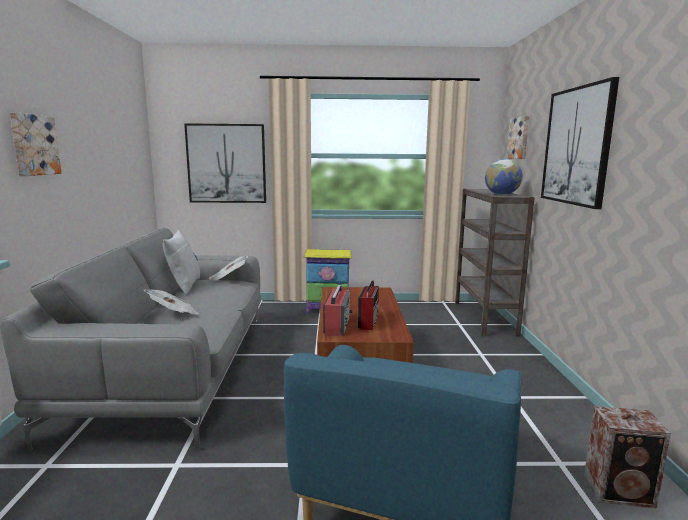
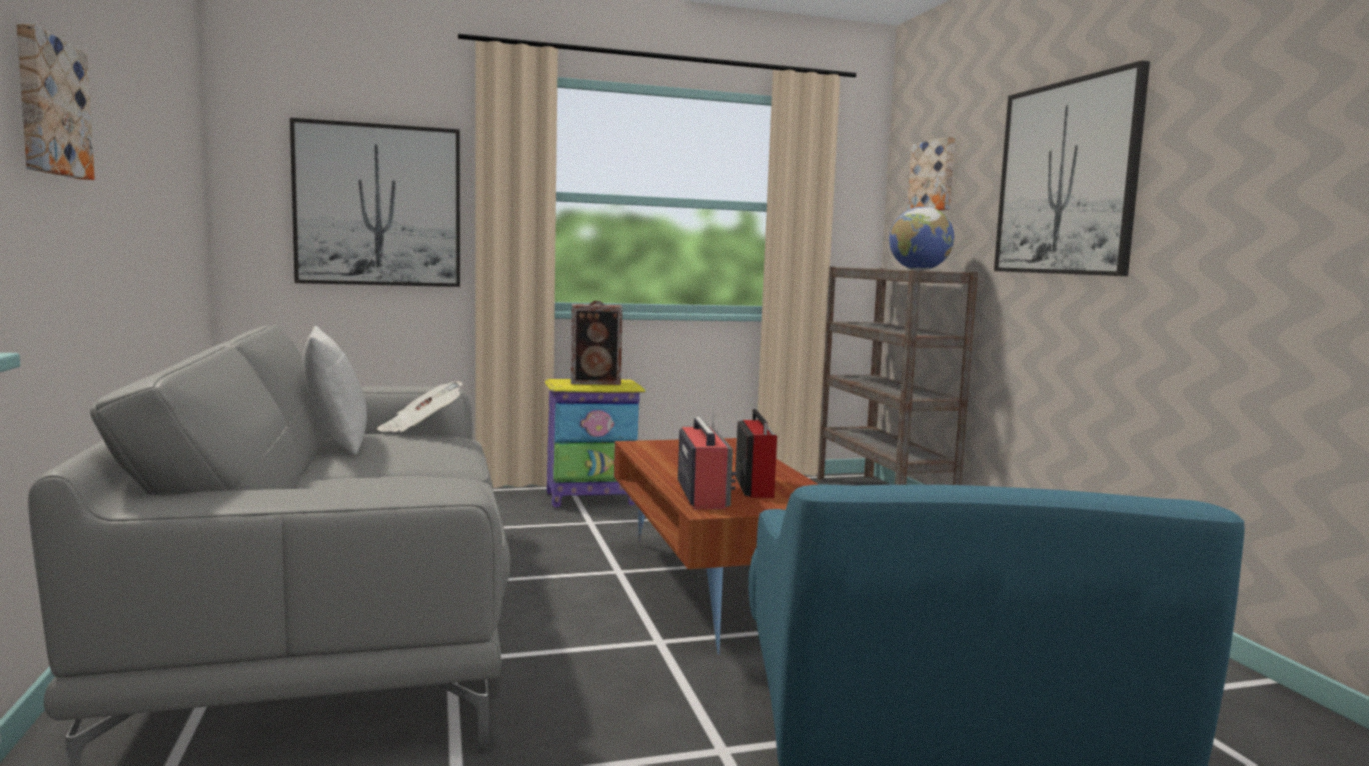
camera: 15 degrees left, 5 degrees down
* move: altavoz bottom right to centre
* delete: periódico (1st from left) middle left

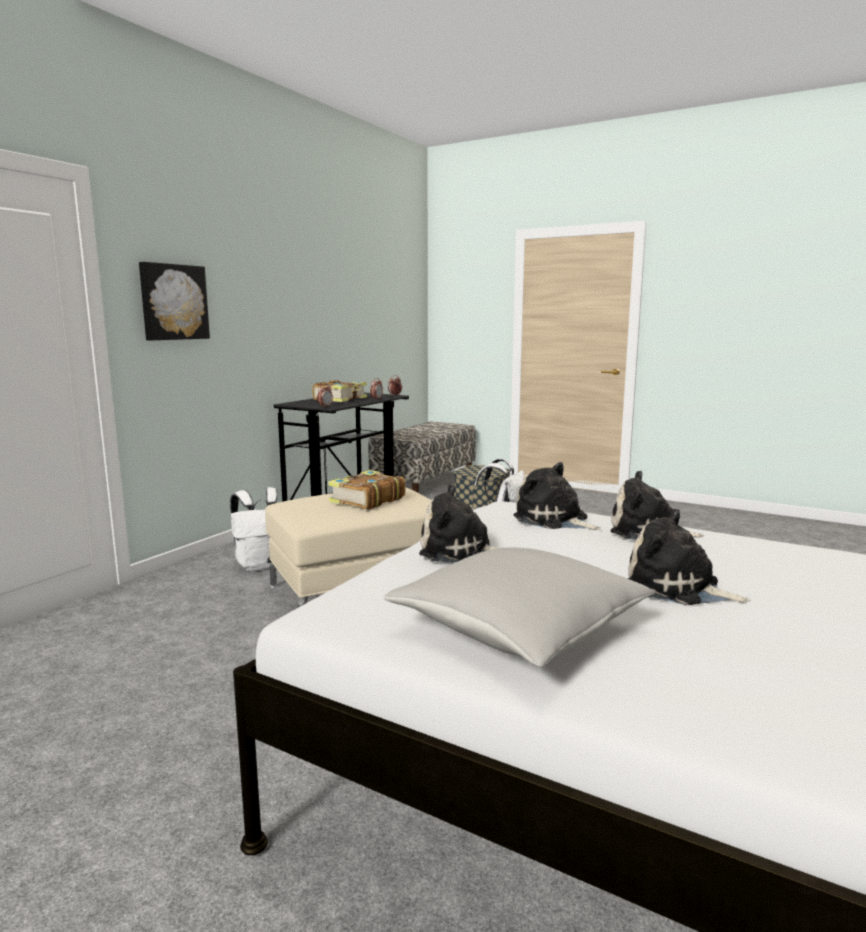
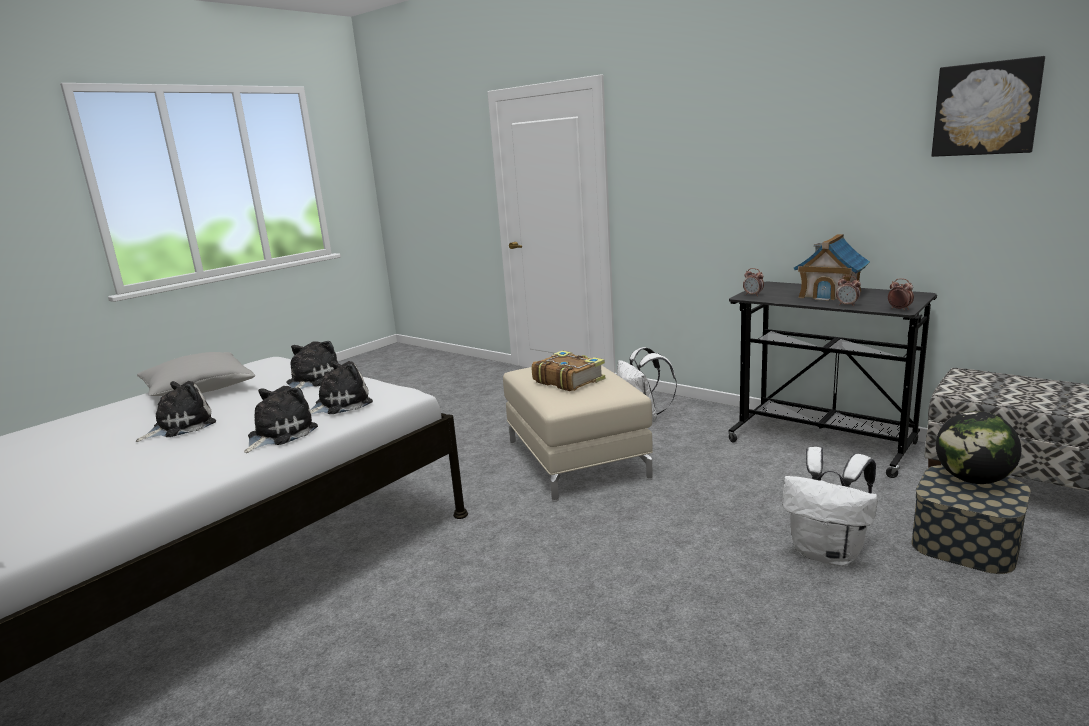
camera: 100 degrees right, 5 degrees up
* replace: libro (1st from left) centre to casita middle right
* move: cuadro top left to top right
* insert: globo terráqueo middle right

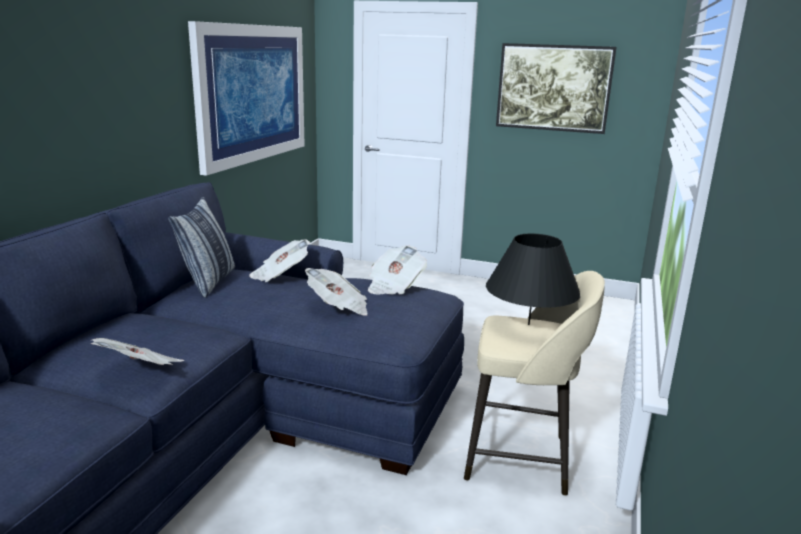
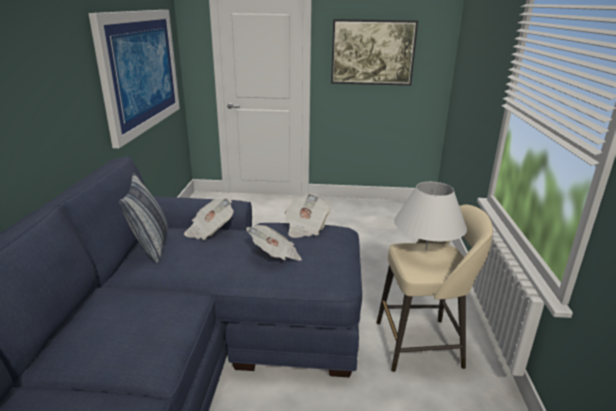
camera: 15 degrees left, 5 degrees up
* recolor: lámpara de mesa (negro) centre to lámpara de mesa (blanco) middle right
* delete: periódico (1st from left) middle left

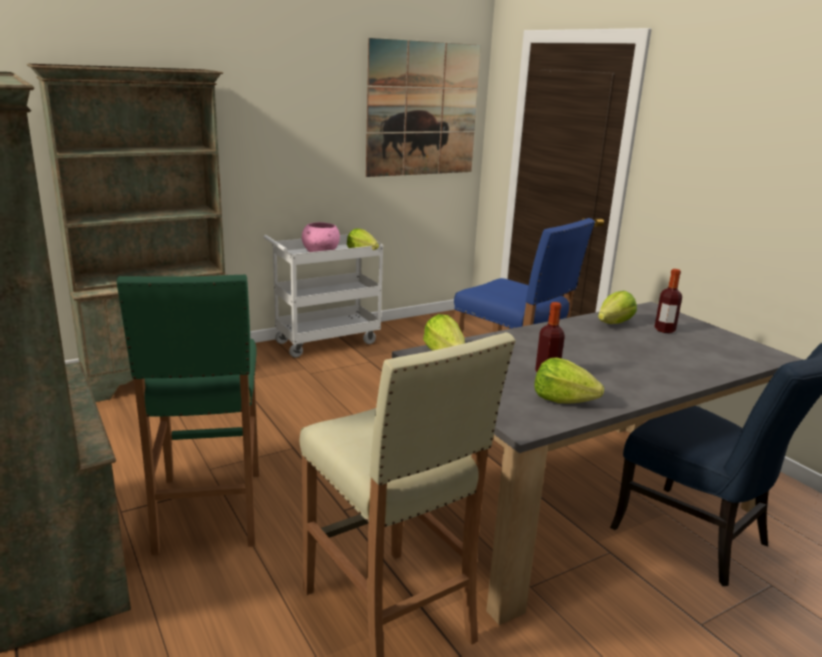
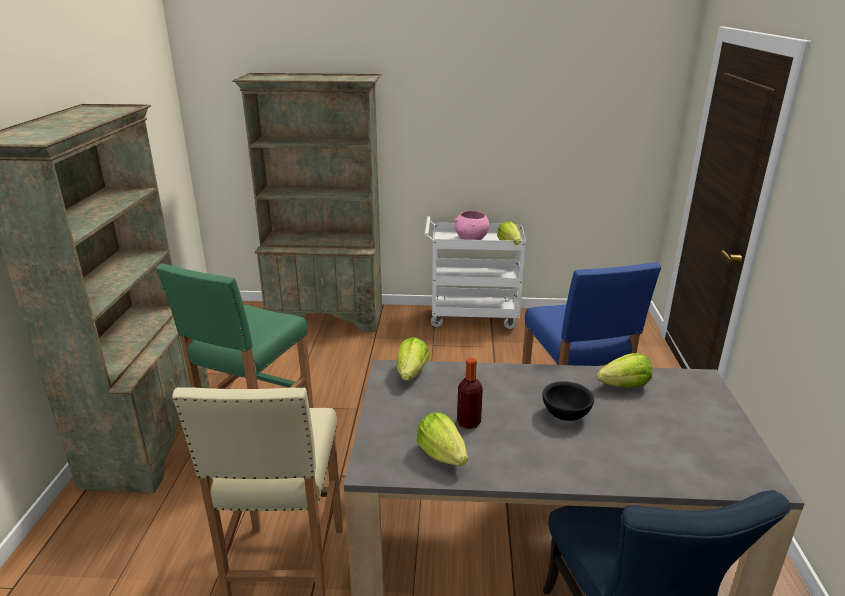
camera: 35 degrees right, 5 degrees up
* insert: cuenco (negro) bottom right
* delete: cuadro top centre
* delete: botella (2nd from left) middle right

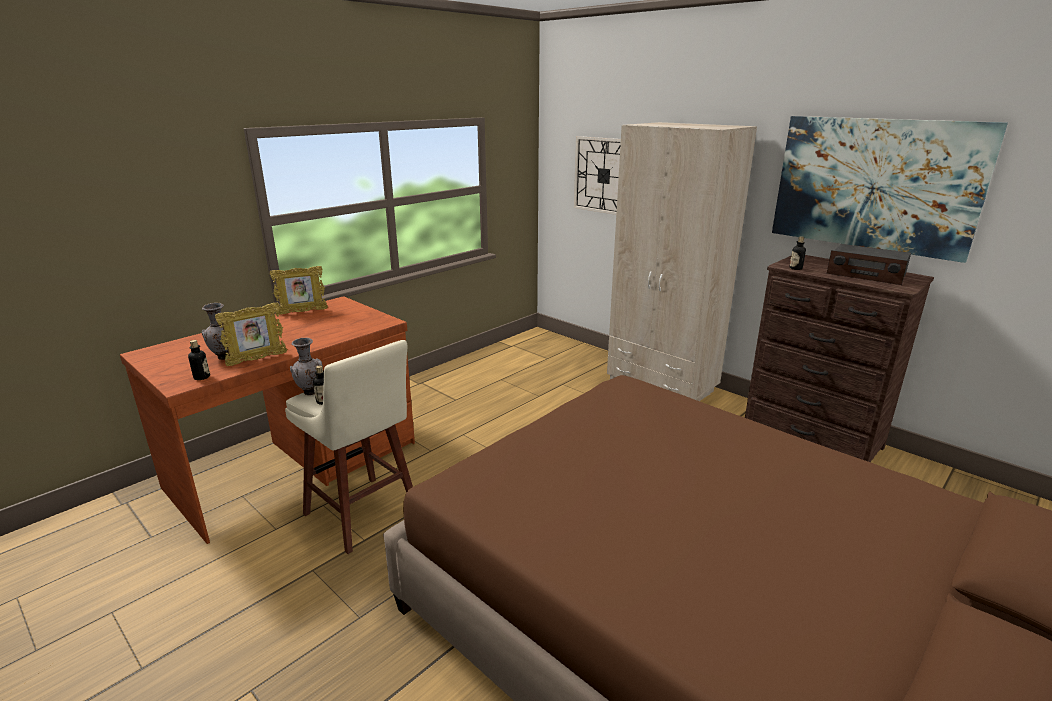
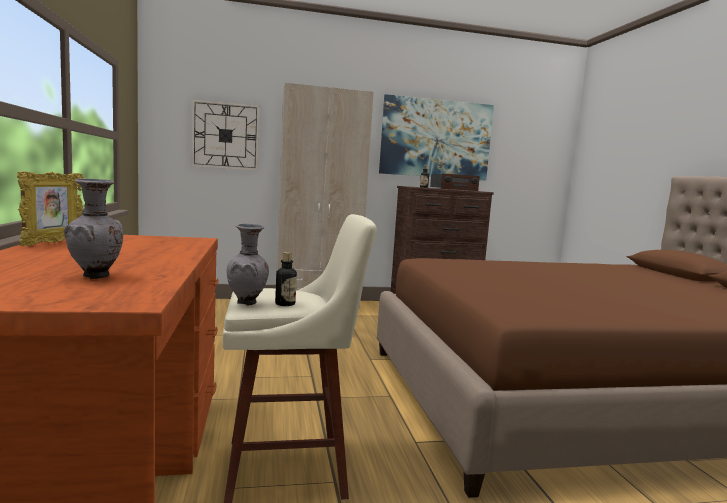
camera: 55 degrees left, 15 degrees down
* delete: botella (1st from left) middle left
* delete: portarretratos (1st from left) middle left

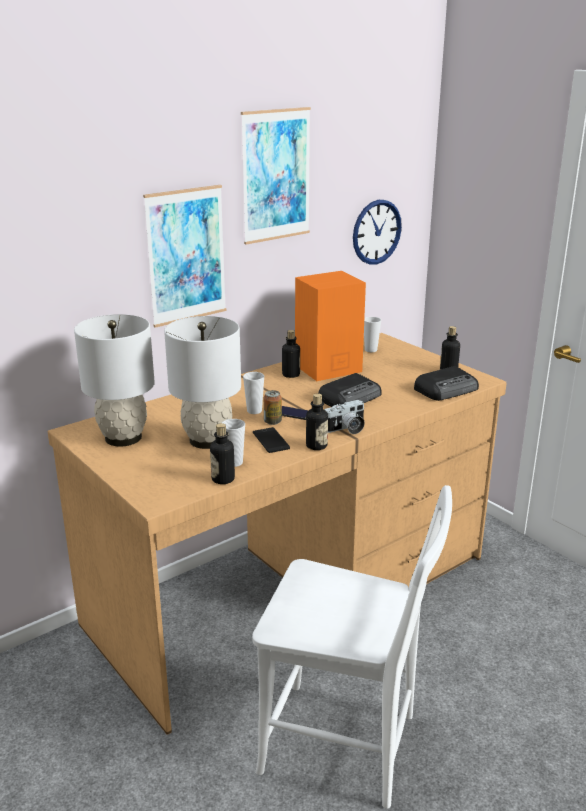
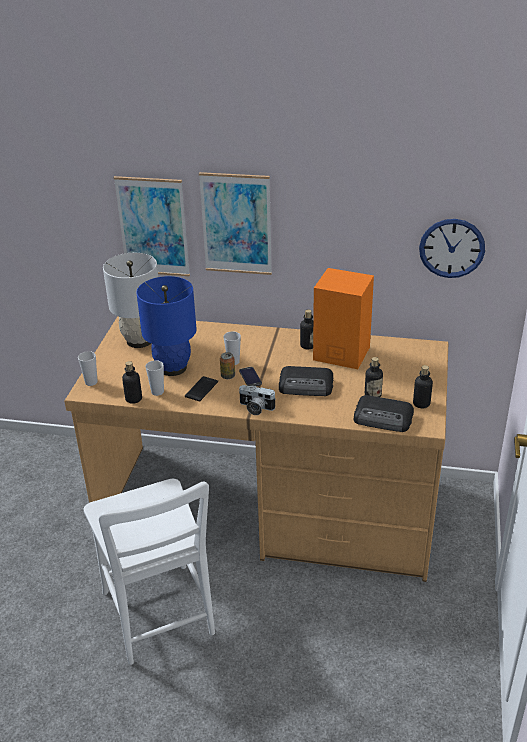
camera: 50 degrees right, 10 degrees up
* move: taza (3rd from left in the first image) centre to taza (1st from left) middle left
* move: cuadro (2nd from left in the first image) top centre to cuadro (1st from left) top left
* recolor: lámpara de mesa (blanco) (2nd from left) centre to lámpara de mesa (azul) middle left
* move: botella (3rd from left) centre to middle right

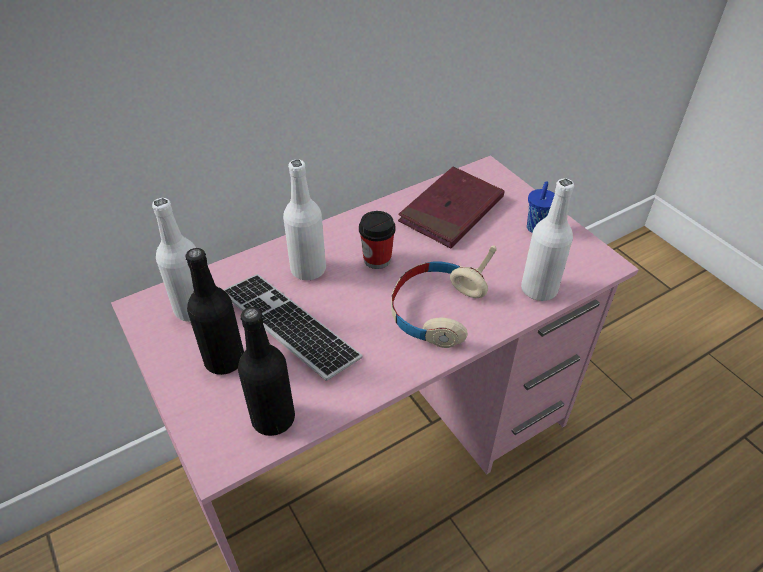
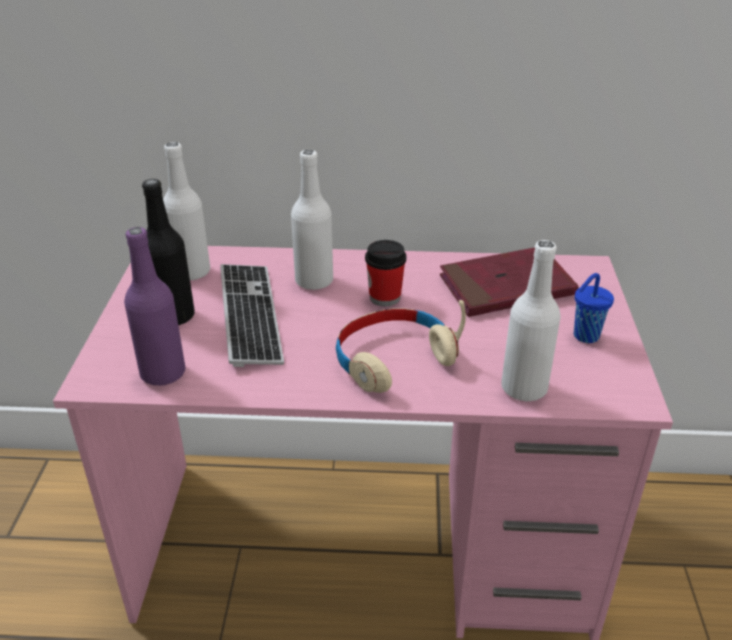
camera: 35 degrees right, 10 degrees down
* recolor: botella (negro) (2nd from left) centre to botella (morado) middle left

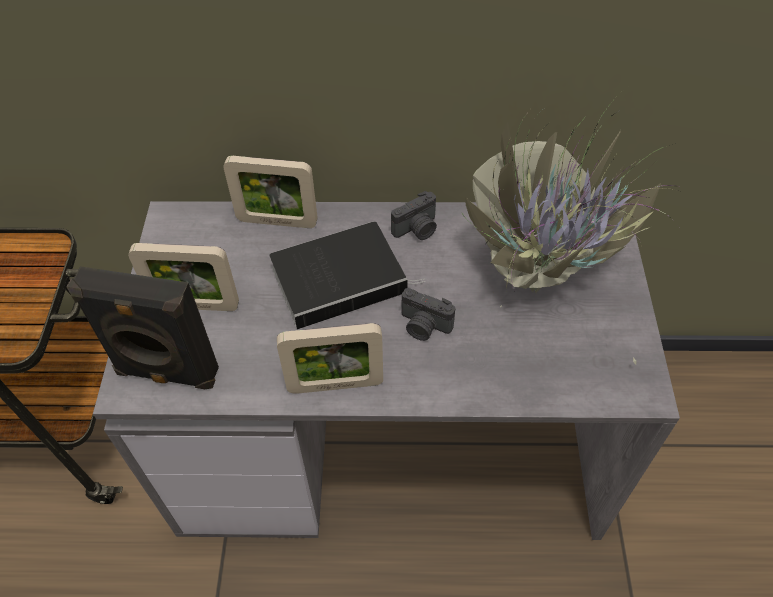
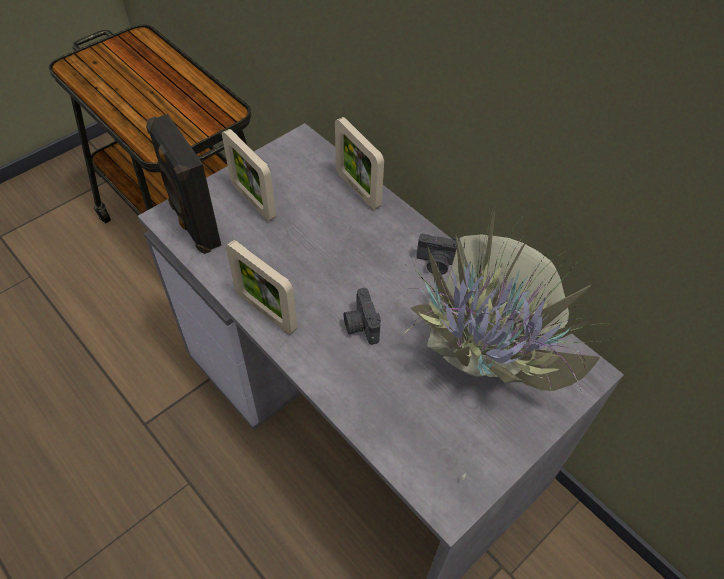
camera: 45 degrees right, 0 degrees up
* delete: libro centre

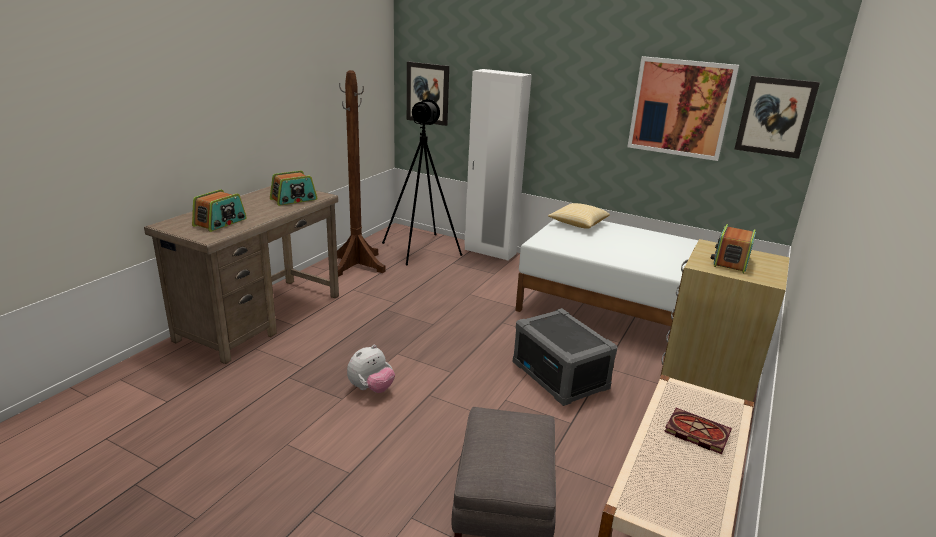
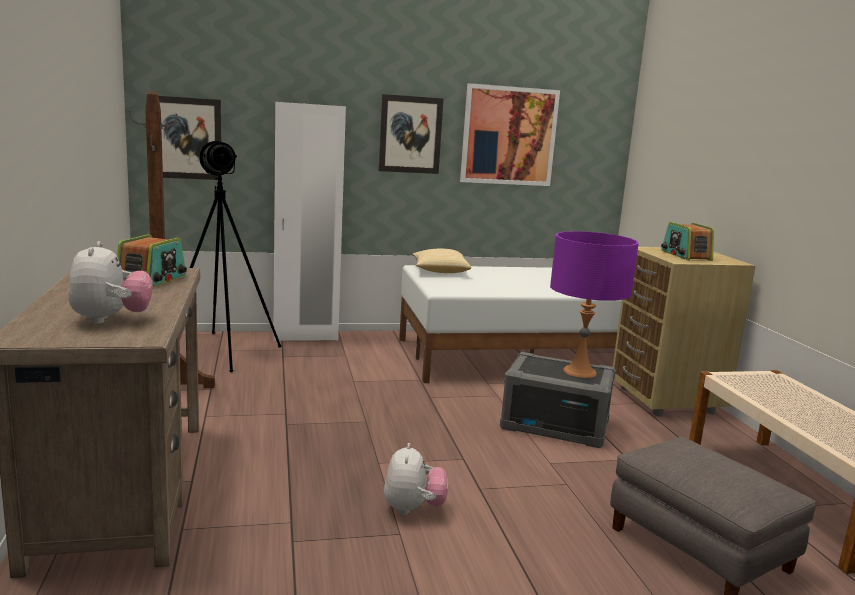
camera: 40 degrees left, 10 degrees down
* replace: radio (1st from left) middle left to peluche (1st from left) middle left
* move: cuadro (3rd from left in the first image) top right to cuadro (2nd from left) top centre
* insert: lámpara de mesa (morado) middle right
* delete: libro bottom right

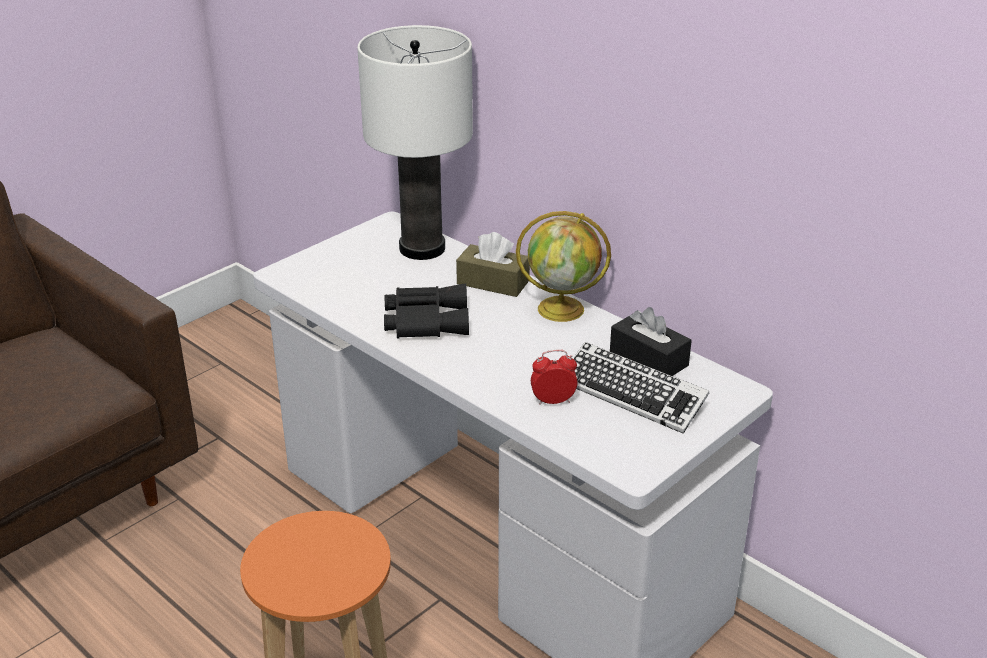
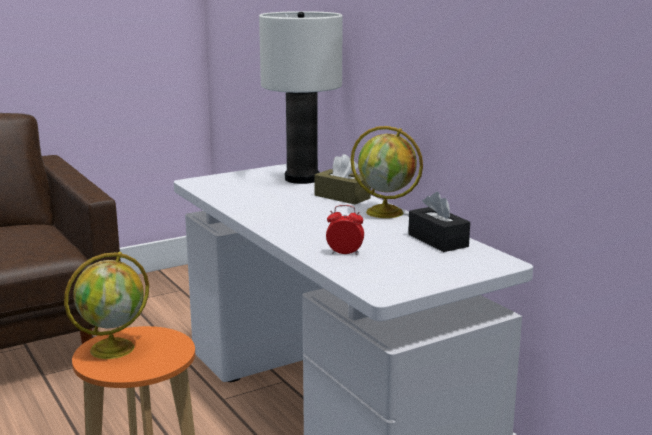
camera: 15 degrees right, 15 degrees down
* insert: globo terráqueo (1st from left) bottom left
* delete: prismáticos (negro) centre
* delete: teclado centre

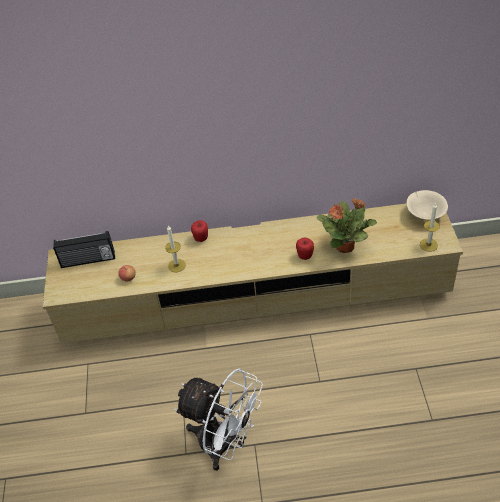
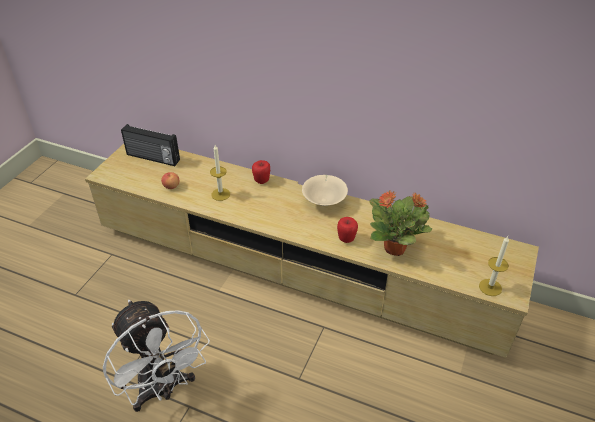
camera: 25 degrees right, 5 degrees down
* move: cuenco (beis) middle right to centre

